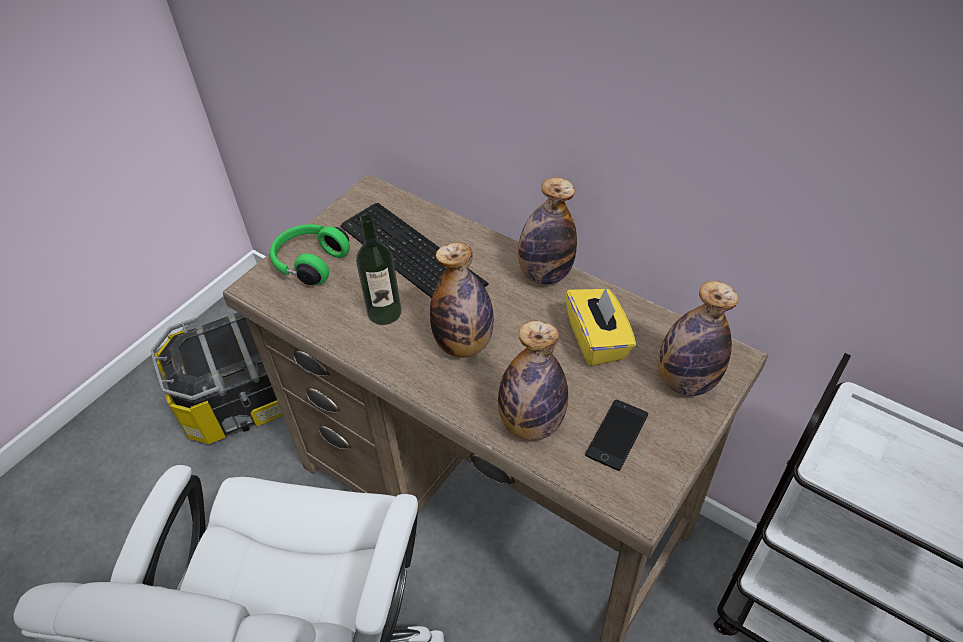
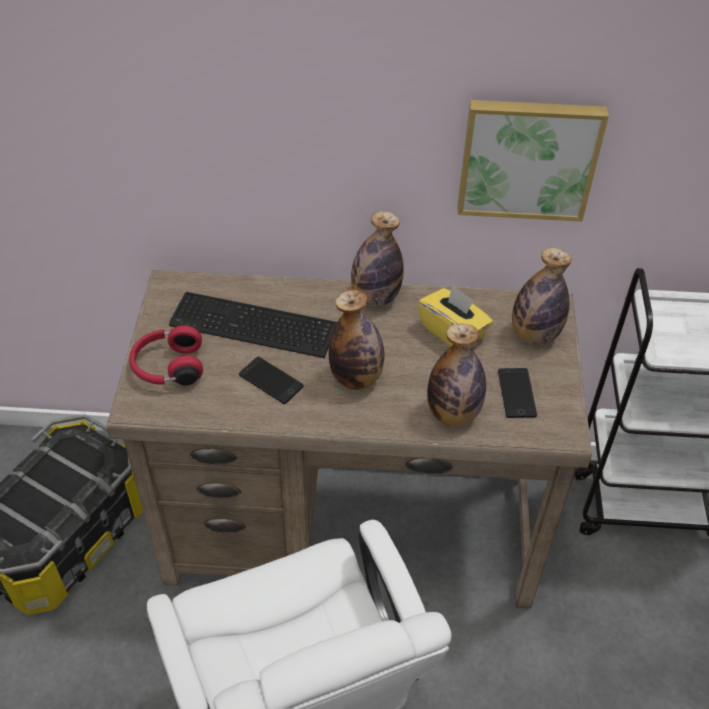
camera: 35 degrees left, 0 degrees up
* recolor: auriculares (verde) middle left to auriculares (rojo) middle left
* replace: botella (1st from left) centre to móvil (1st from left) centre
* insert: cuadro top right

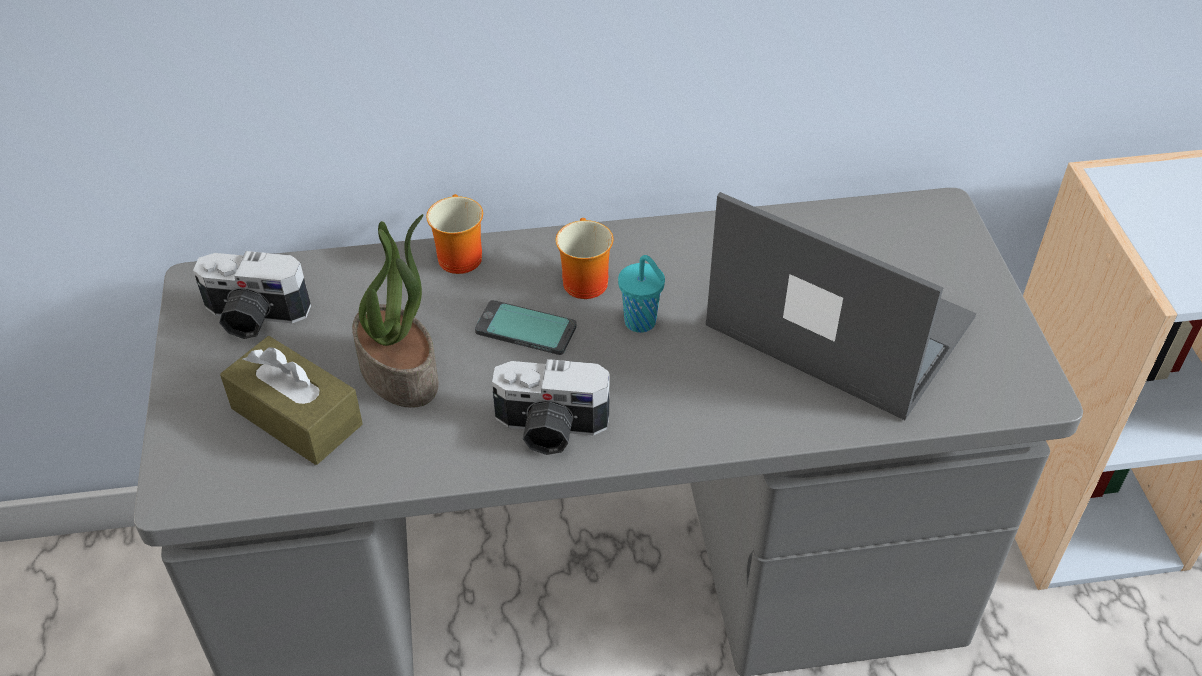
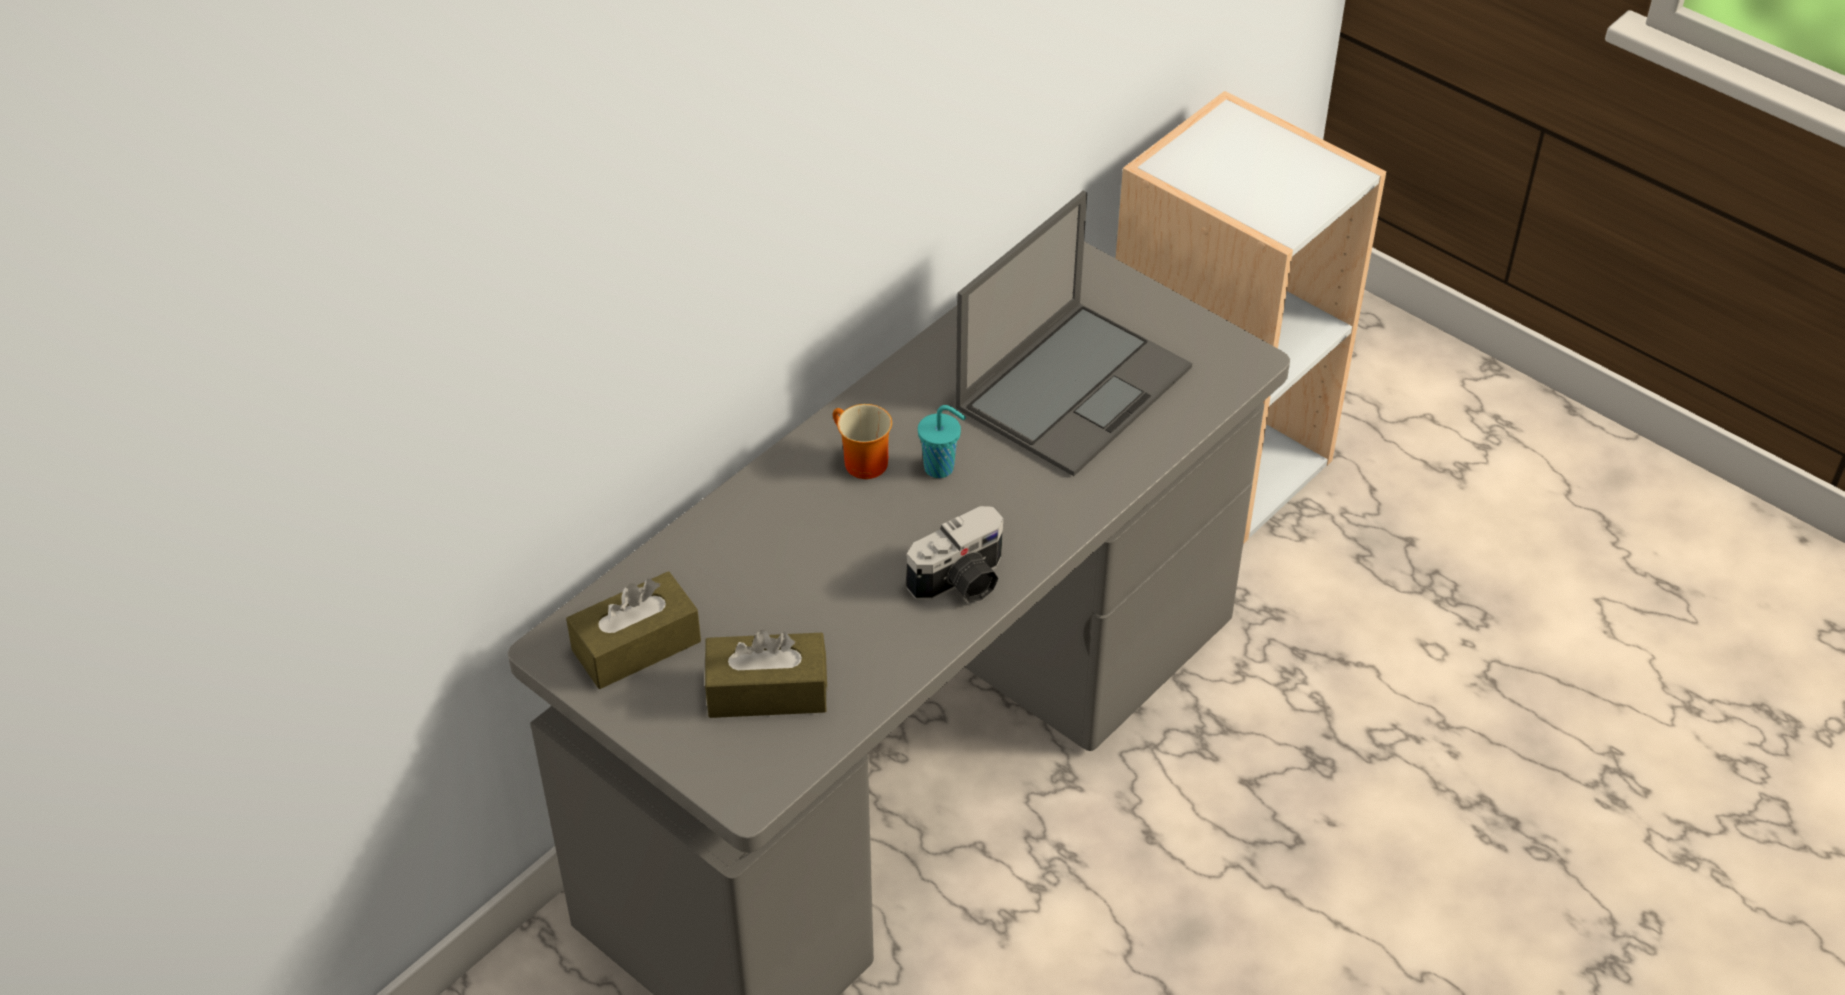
camera: 40 degrees left, 0 degrees up
* replace: cámara (1st from left) middle left to caja de pañuelos (marrón) (1st from left) centre
* rotate: portátil middle right = centre 135 degrees clockwise
* delete: planta en maceta middle left
* delete: taza grande (1st from left) centre
* delete: móvil centre

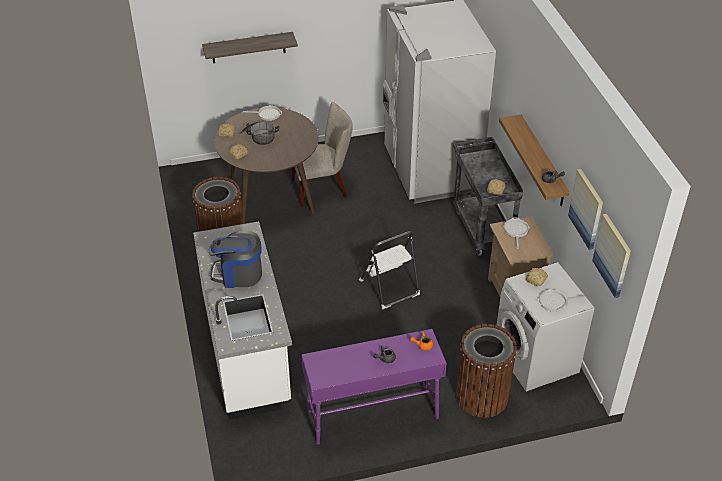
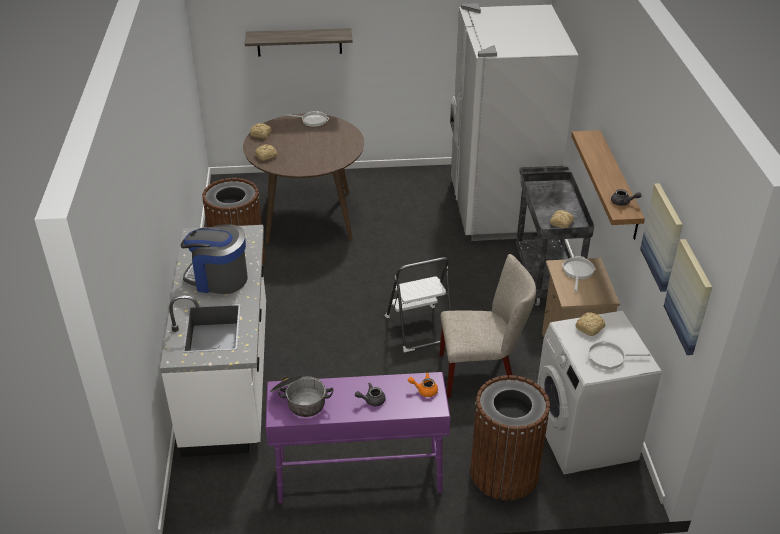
camera: 10 degrees right, 5 degrees down
* move: olla top centre to bottom centre
* move: silla (beis) top centre to centre

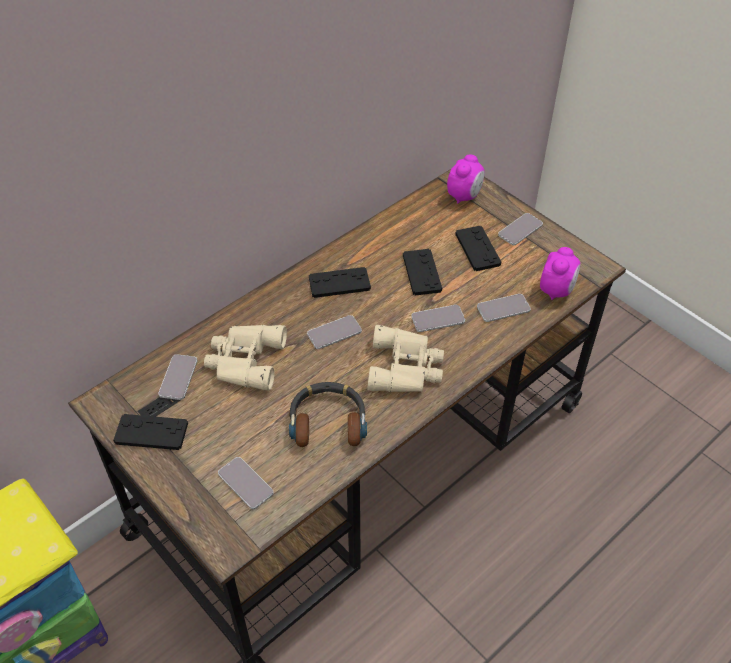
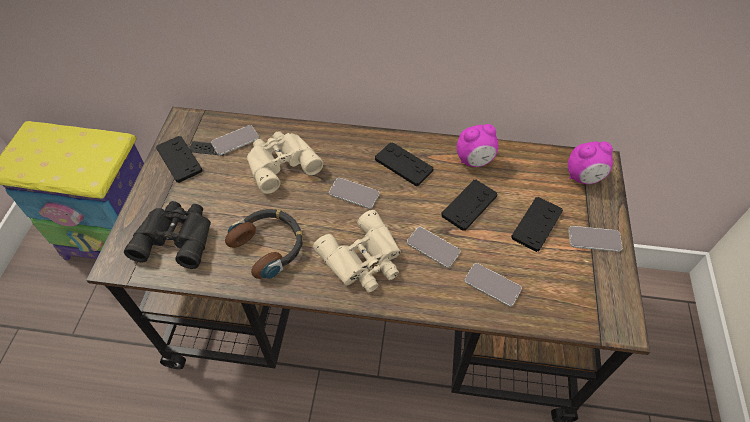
camera: 50 degrees right, 5 degrees up
* replace: móvil (2nd from left) bottom centre to prismáticos (negro) middle left
* move: despertador (2nd from left in the first image) middle right to despertador (1st from left) centre

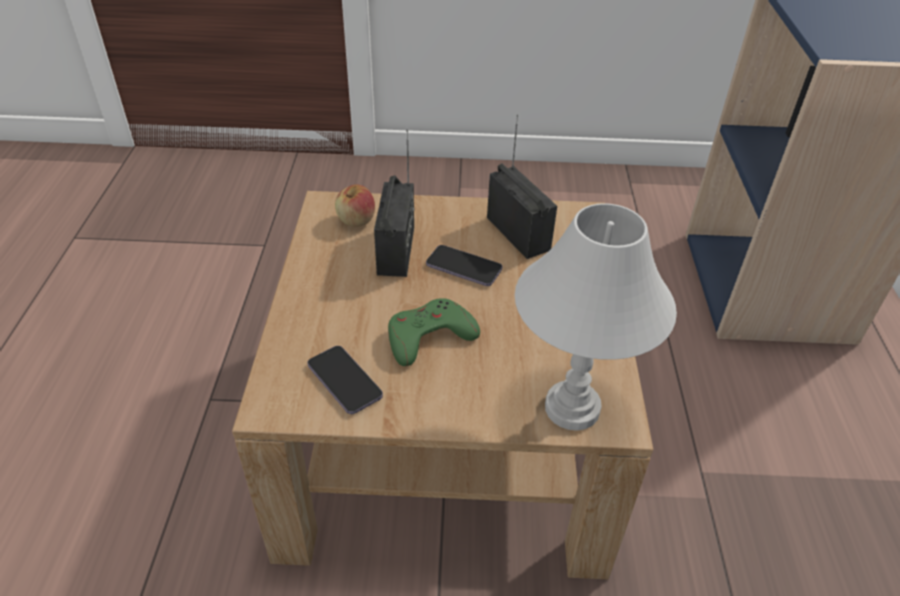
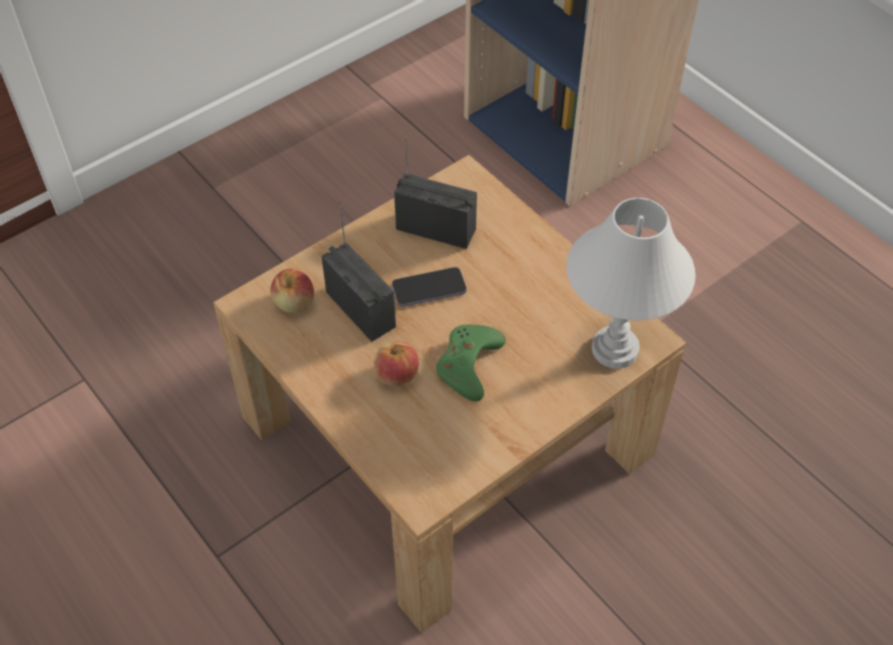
camera: 40 degrees left, 10 degrees up
* insert: manzana (2nd from left) centre
* delete: móvil (1st from left) centre

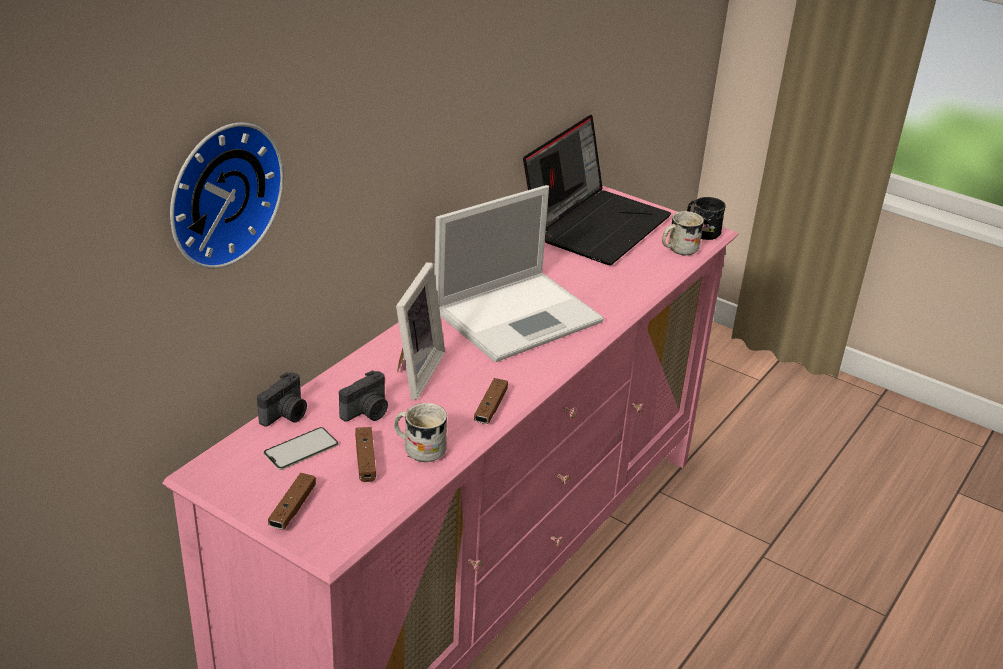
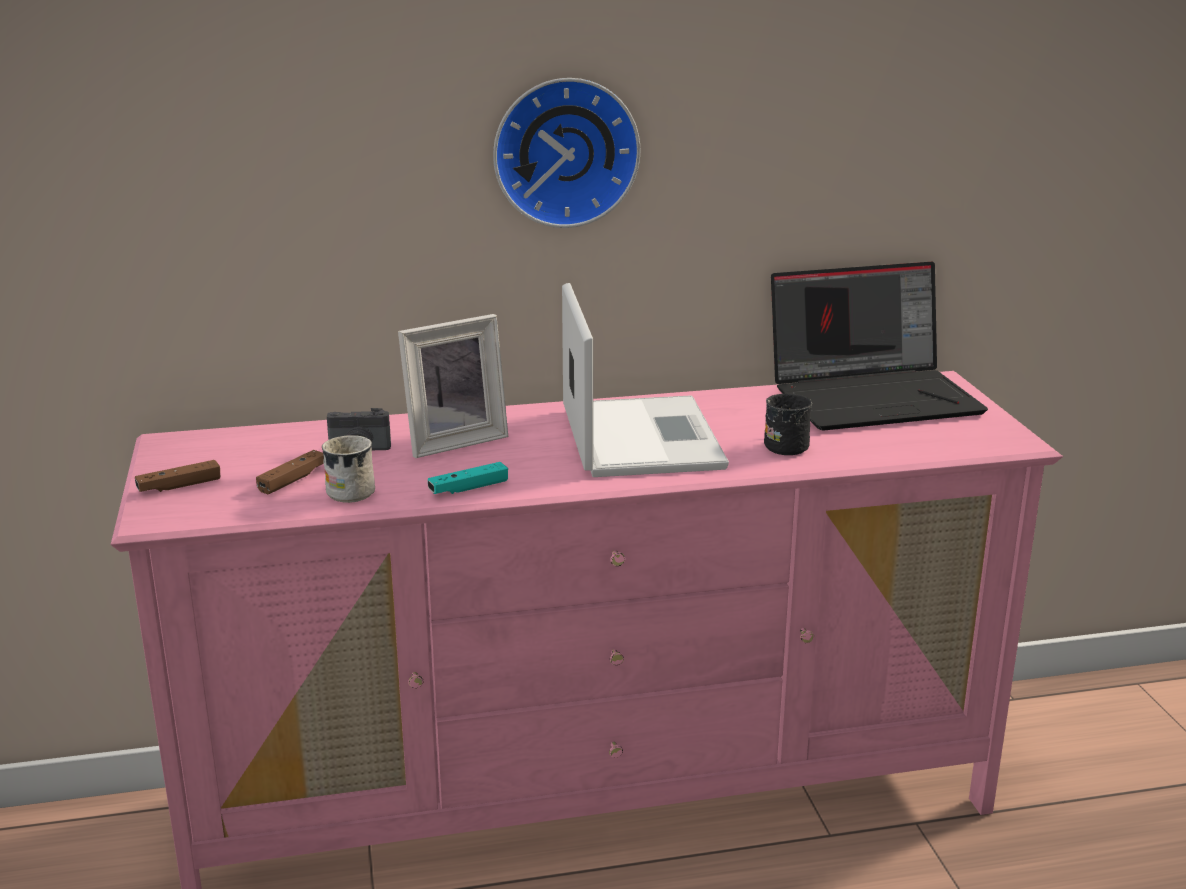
camera: 45 degrees right, 10 degrees down
* recolor: mando de consola (marrón) (3rd from left) centre to mando de consola (turquesa) centre
* move: reloj de pared top left to top centre
* rotate: portátil (1st from left) centre = centre 105 degrees counterclockwise
* move: taza grande (negro) top right to centre
* delete: cámara (1st from left) middle left
* delete: móvil bottom left
* delete: taza grande (blanco) (2nd from left) middle right

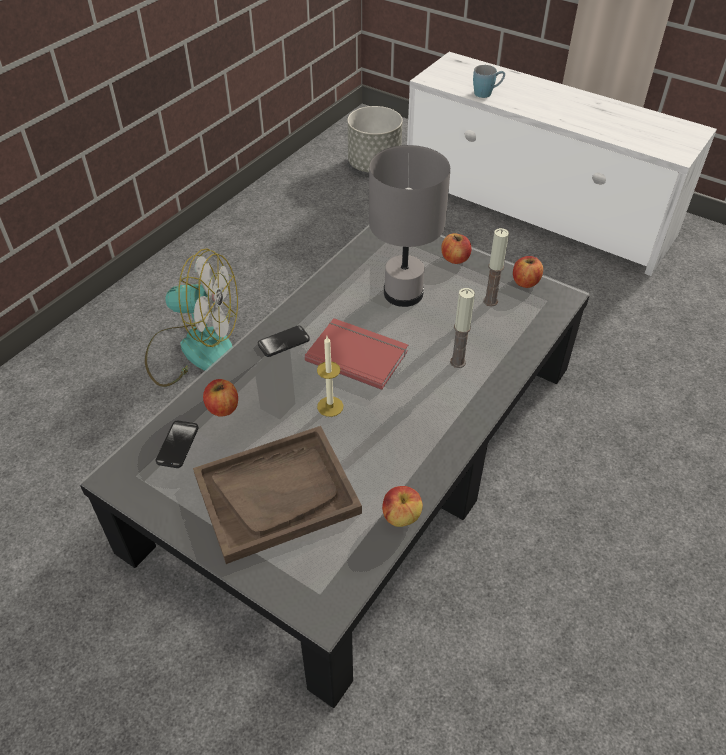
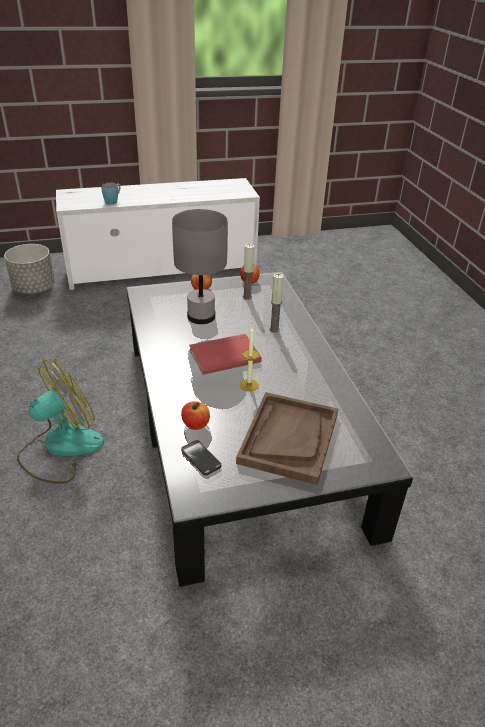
camera: 50 degrees left, 10 degrees down
* delete: móvil (2nd from left) centre
* delete: manzana (2nd from left) bottom centre

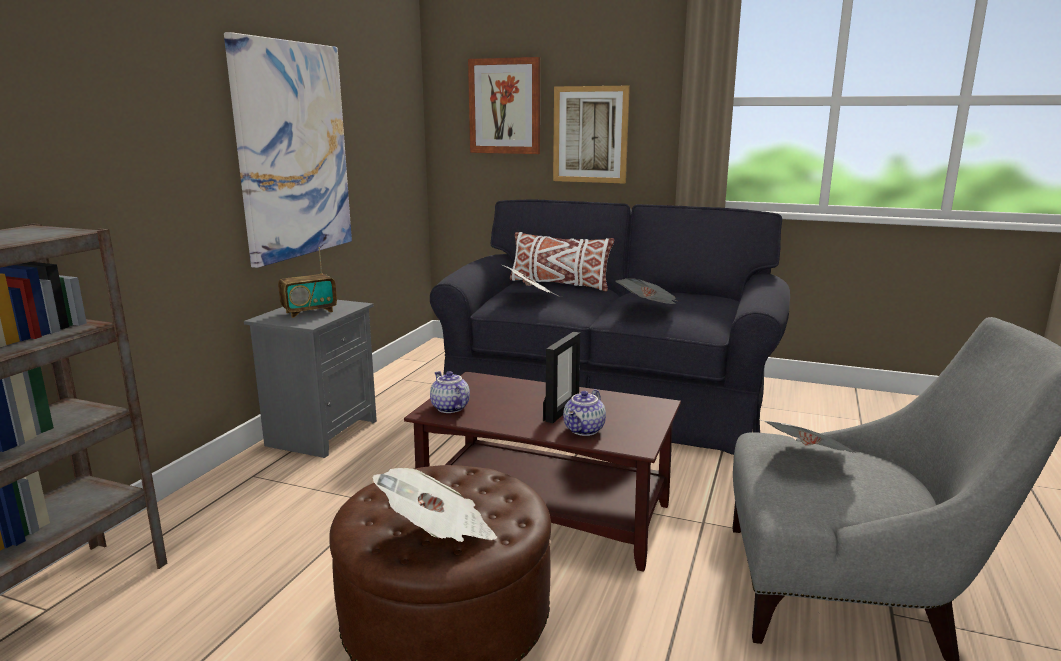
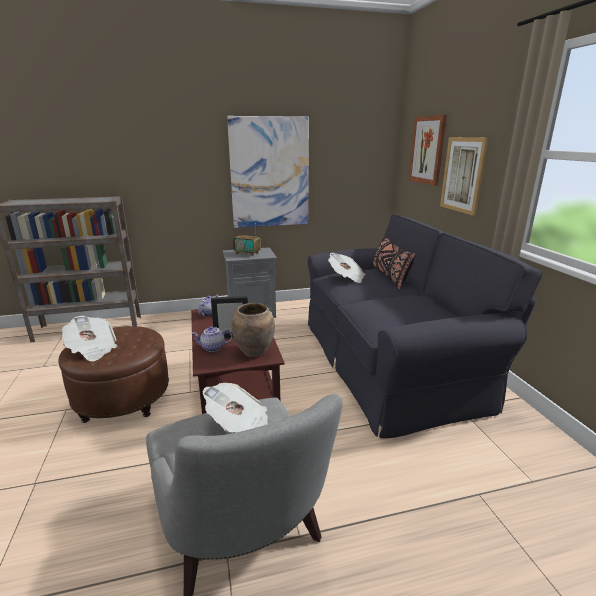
camera: 55 degrees right, 5 degrees up
* insert: florero (marrón) centre
* recolor: cojín (blanco) centre to cojín (negro) centre
* delete: periódico (3rd from left) centre

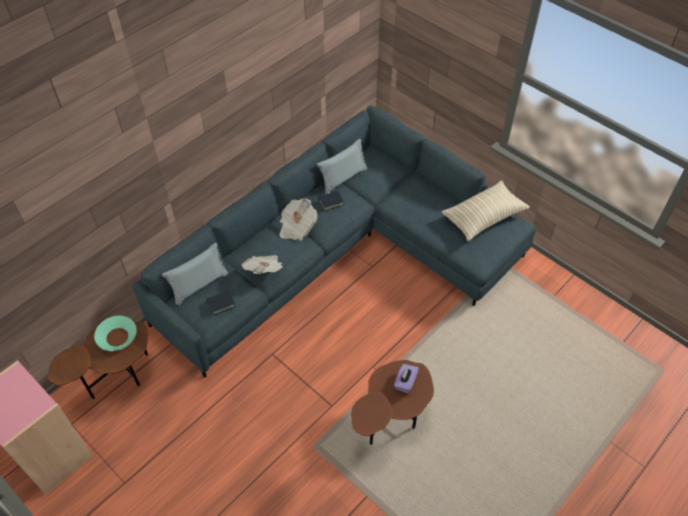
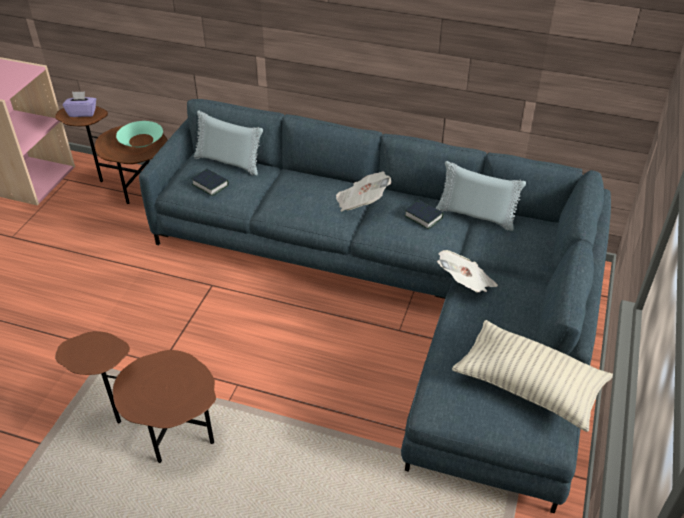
camera: 65 degrees right, 10 degrees down
* move: caja de pañuelos (morado) bottom centre to top left
* move: periódico (1st from left in the first image) centre to periódico (2nd from left) middle right

